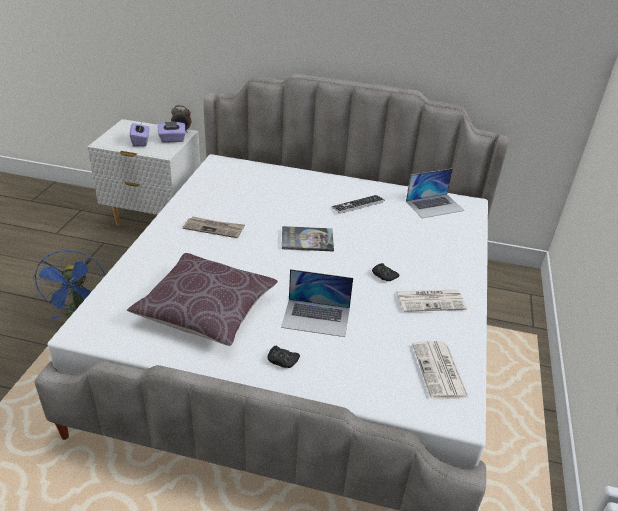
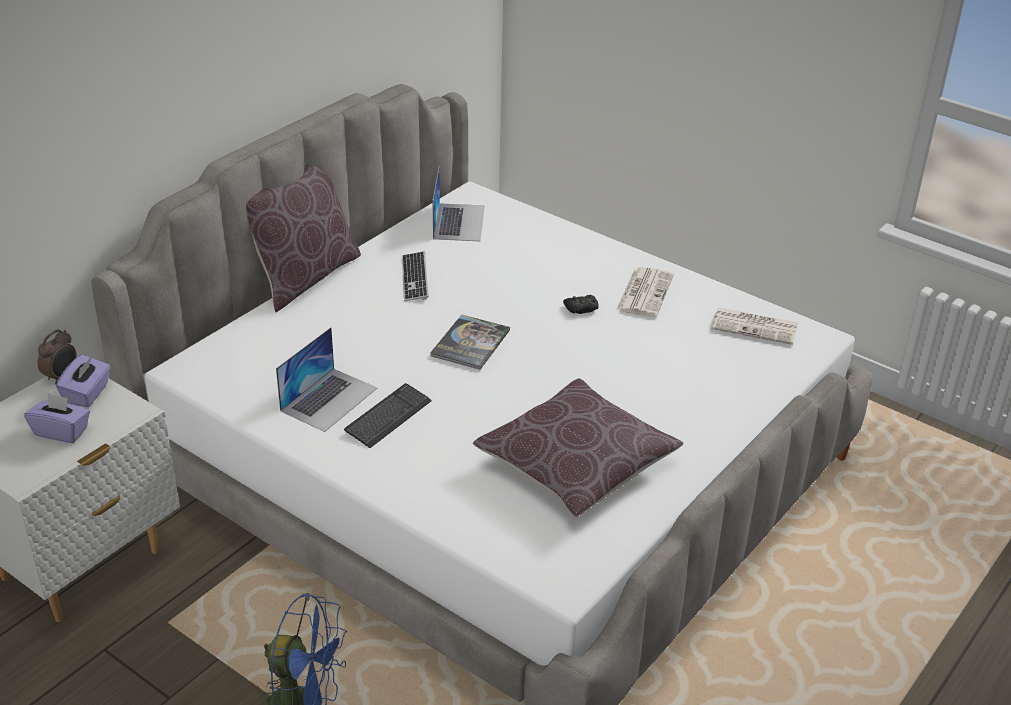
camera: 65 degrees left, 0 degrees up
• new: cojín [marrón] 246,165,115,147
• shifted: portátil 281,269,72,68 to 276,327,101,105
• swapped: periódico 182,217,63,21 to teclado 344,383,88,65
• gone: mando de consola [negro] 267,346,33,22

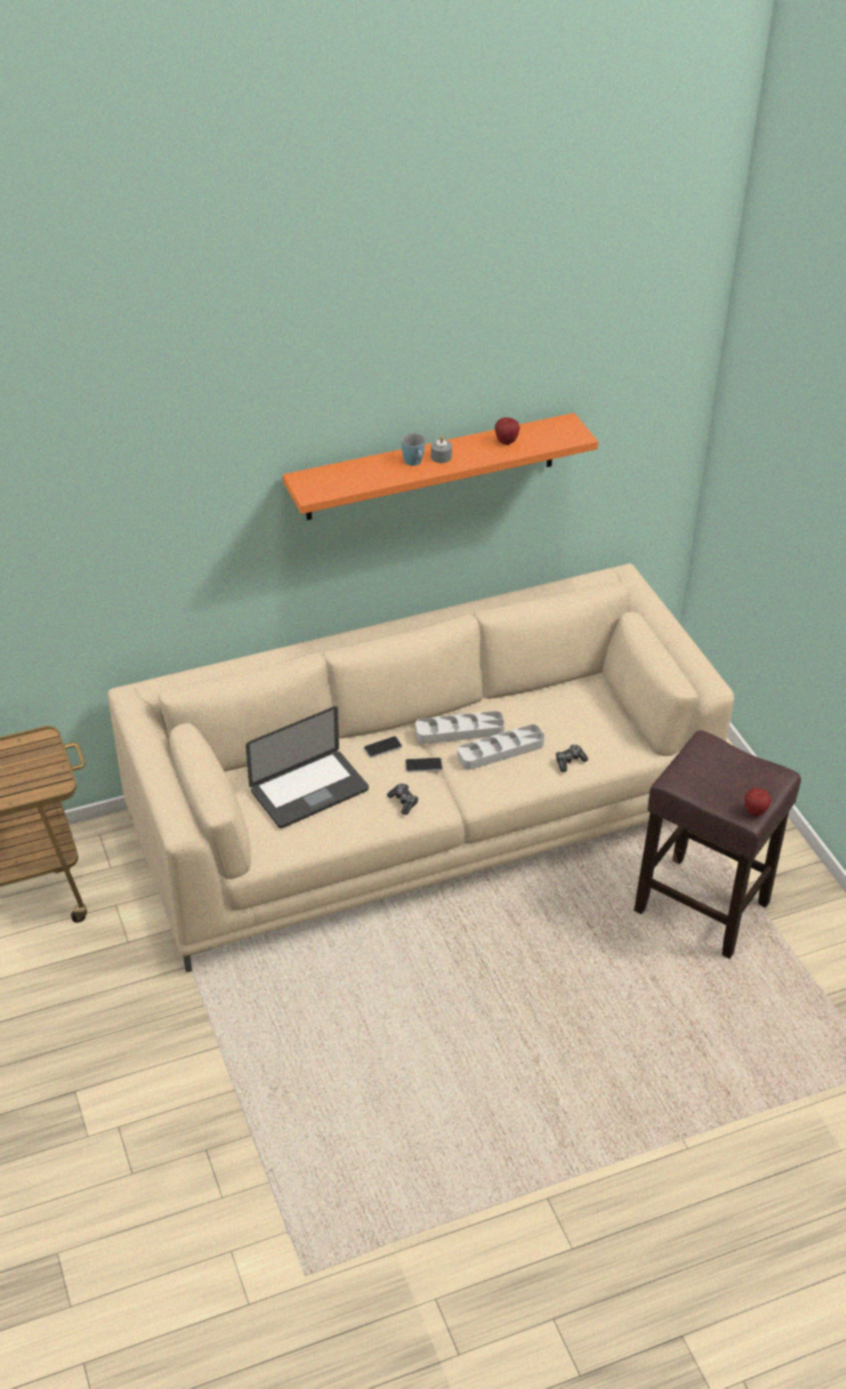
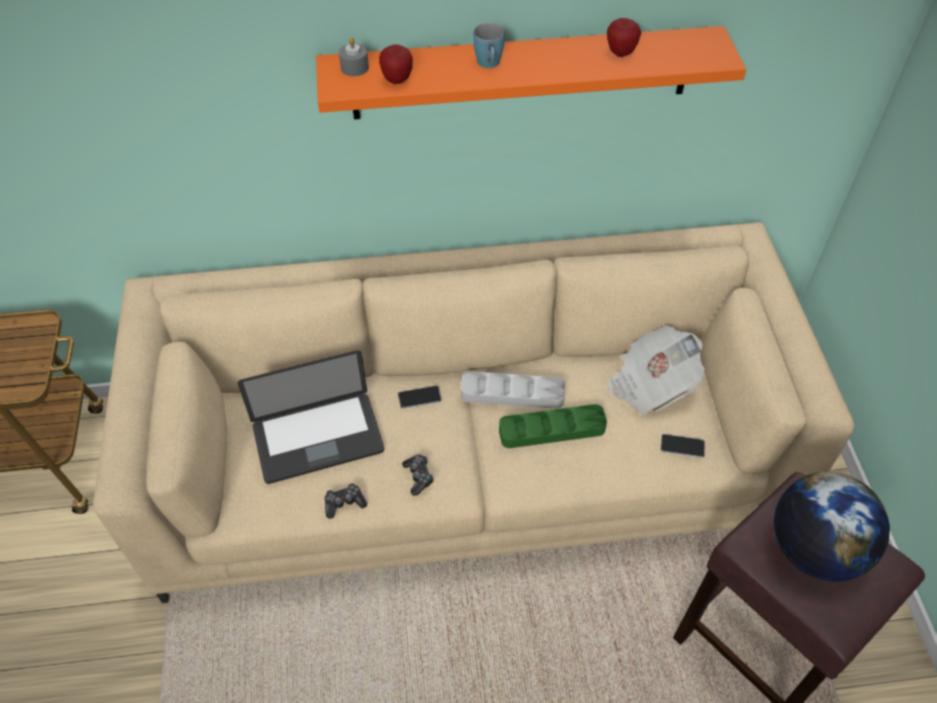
camera: 15 degrees right, 10 degrees up
• shifted: mando de consola 556,745,32,27 to 325,483,42,36
• shifted: vela [gris] 431,436,21,27 to 339,38,30,38
• shifted: manzana 745,788,26,28 to 379,44,34,40
• repainted: bandeja [gris] 457,724,88,46 to bandeja [verde] 499,404,108,44
• new: periódico 607,326,98,90
• shifted: móvil 405,758,38,14 to 661,434,44,24
• new: globo terráqueo 774,472,116,110

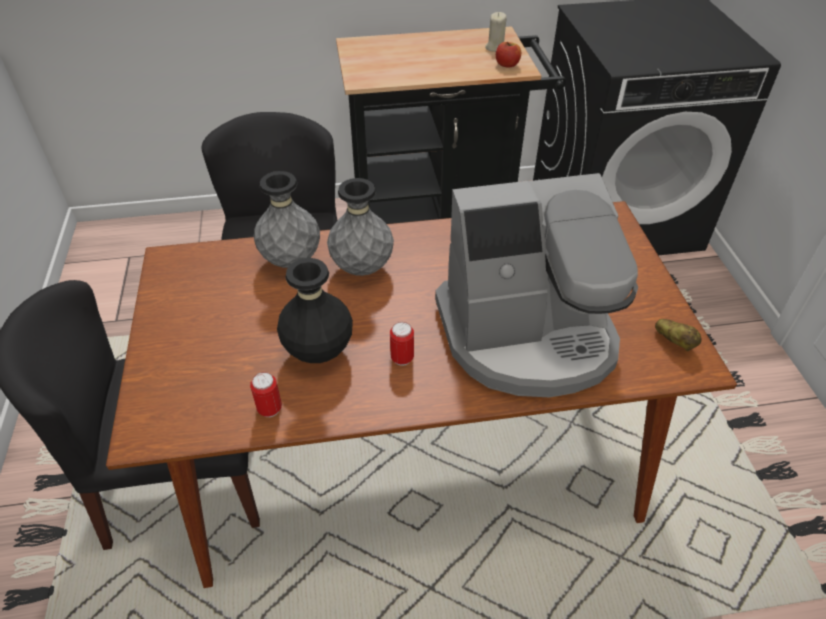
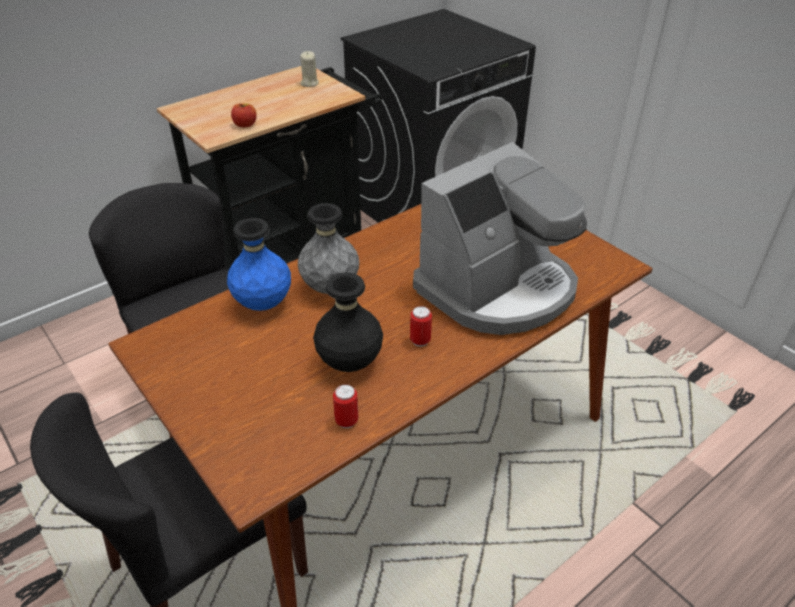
camera: 30 degrees left, 5 degrees down
• repainted: florero [gris] 254,171,66,97 to florero [azul] 227,218,64,93
• shifted: manzana 496,42,25,26 to 231,103,26,24
• gone: patata 655,319,47,32

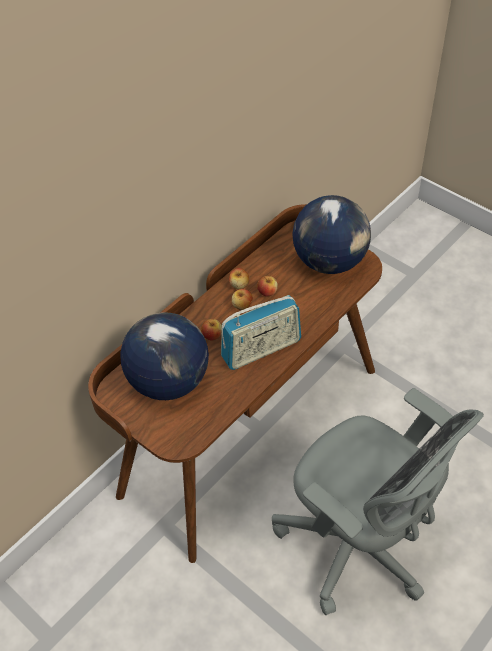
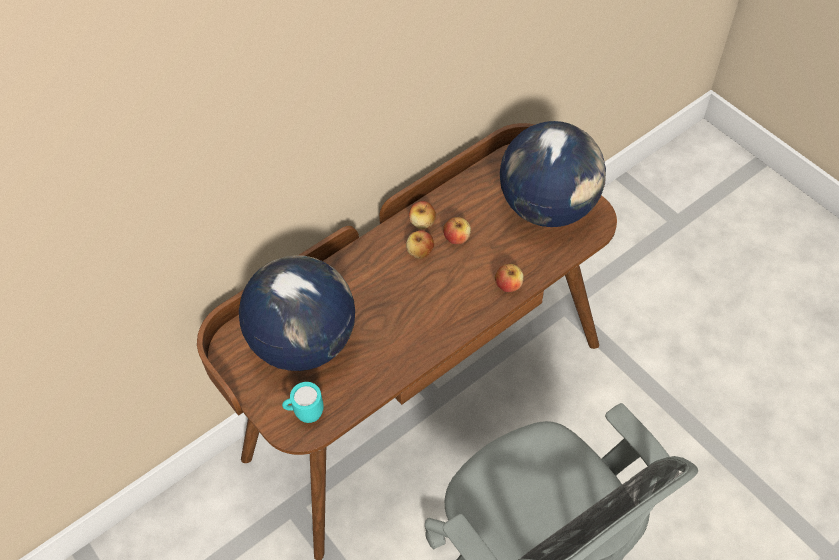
camera: 10 degrees right, 5 degrees up
• new: taza grande [turquesa] 282,382,42,41
• shifted: manzana 201,319,21,22 to 495,264,29,28
• gone: radio 221,295,80,75

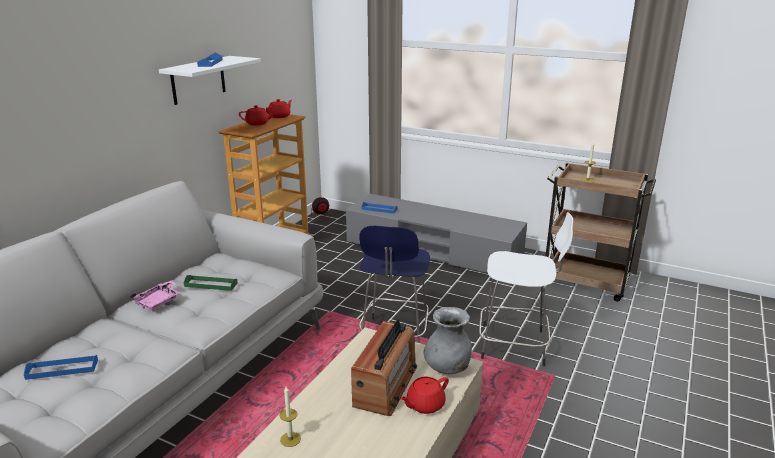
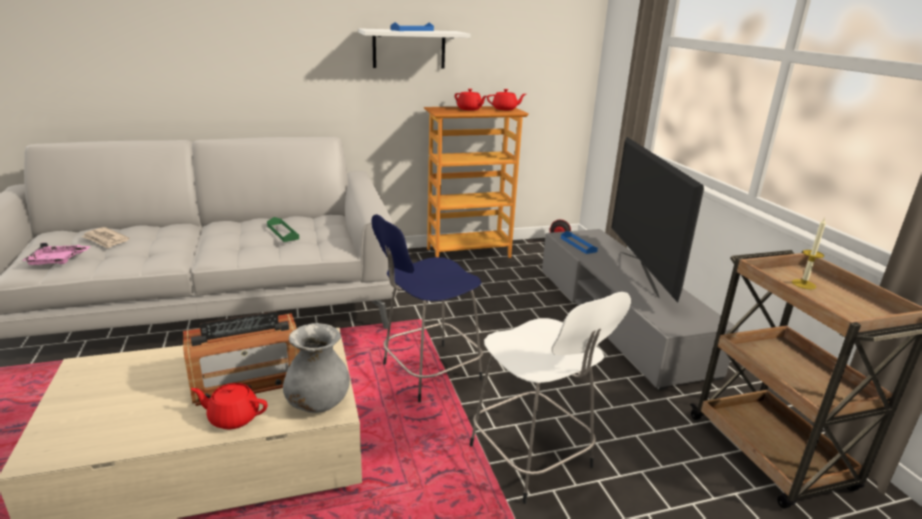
camera: 45 degrees right, 0 degrees up
• shifted: bandeja [rosa] 130,281,51,29 to 22,243,69,22
• swapped: bandeja [azul] 24,355,74,25 to periódico 82,227,48,22
• new: televisor 611,137,93,165
• gone: vela 280,386,21,61

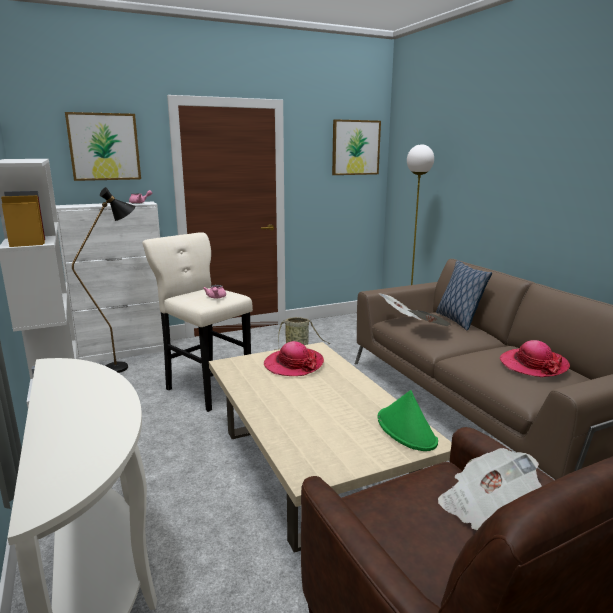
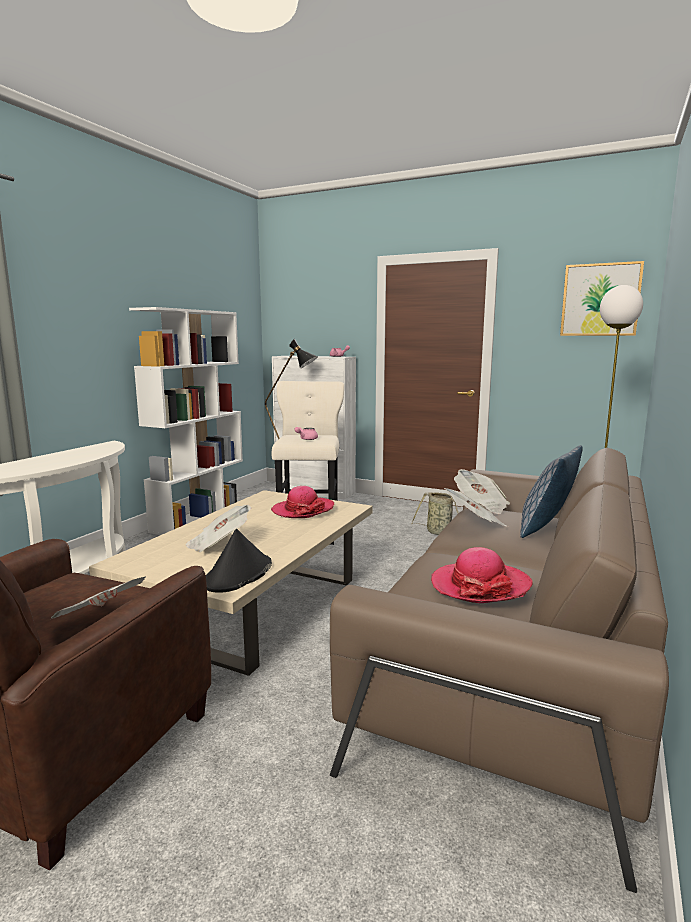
camera: 50 degrees right, 5 degrees down
• new: periódico 185,505,67,47
• repainted: sombrero [verde] 377,390,61,61 to sombrero [negro] 206,529,66,64
• gone: cuadro 65,112,76,69

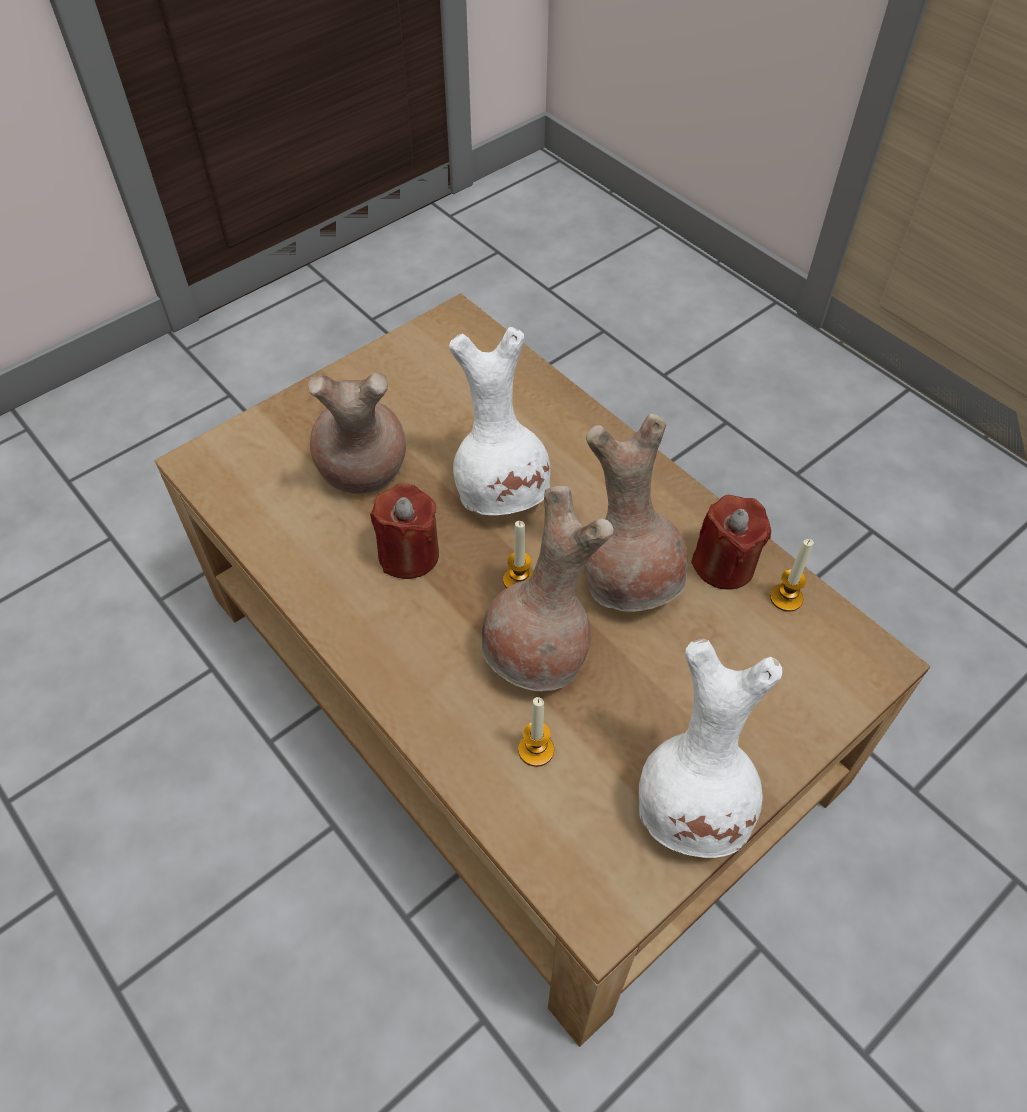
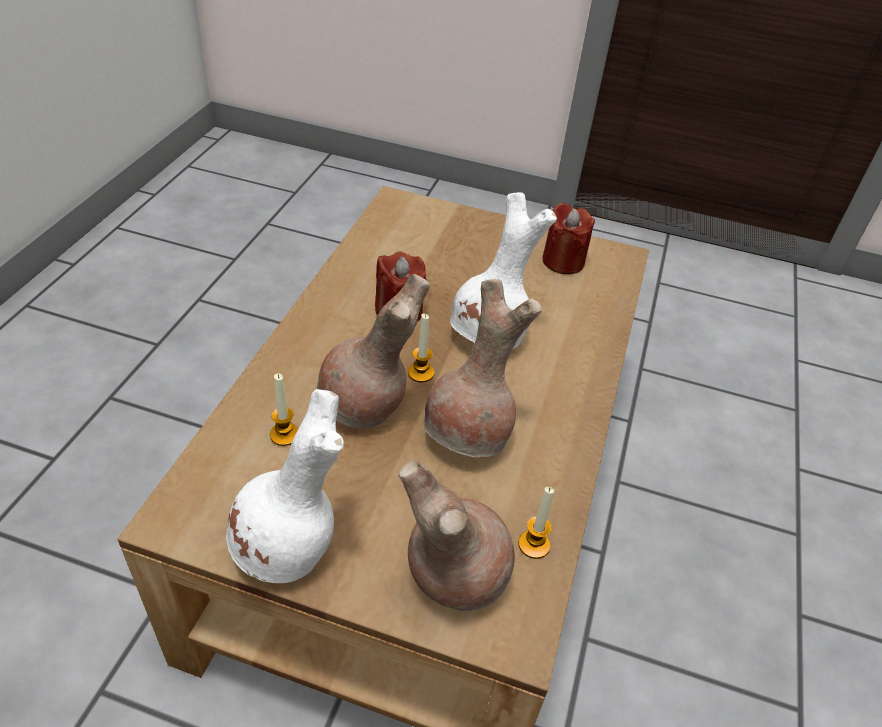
camera: 55 degrees right, 10 degrees down
• shifted: florero [marrón] 308,372,98,122 to 398,460,117,151
• shifted: vela [rojo] 691,495,80,95 to 543,202,52,72

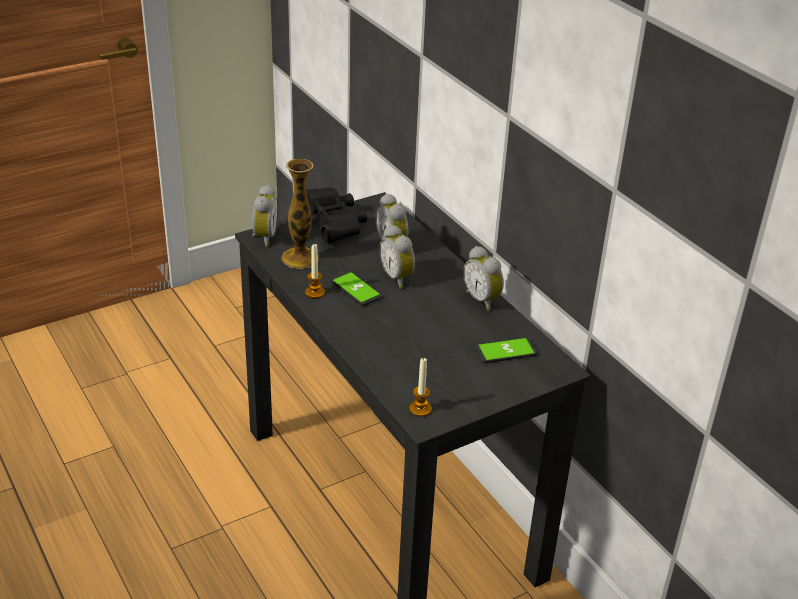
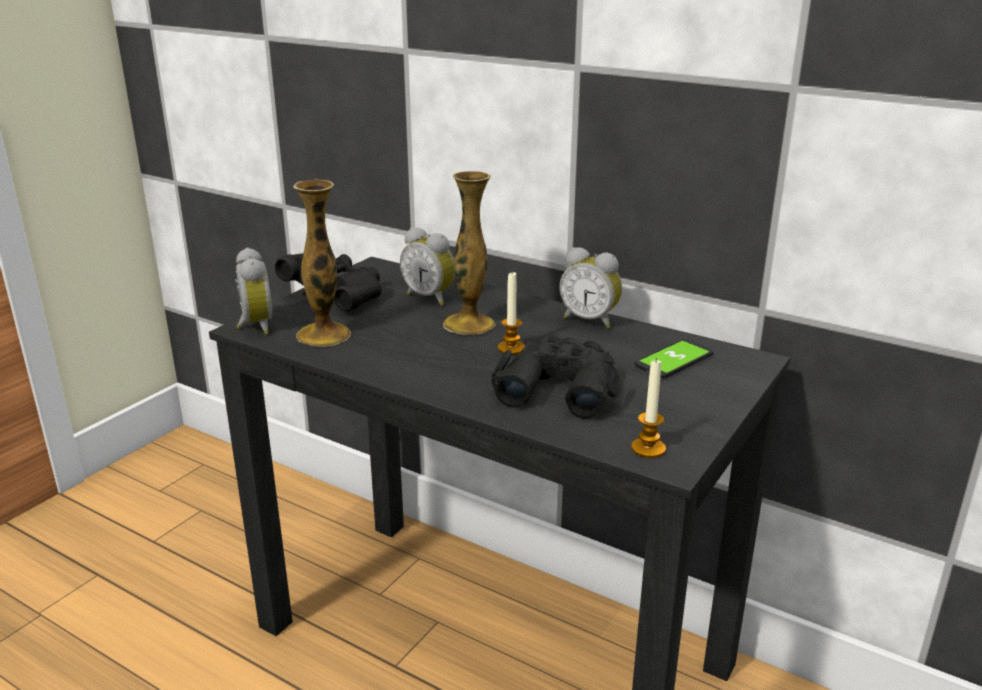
camera: 25 degrees left, 10 degrees down
• swapped: despertador 379,225,36,64 to florero 443,171,53,164
• new: prismáticos [negro] 491,336,130,83
• shifted: vela 305,244,20,54 to 498,272,27,83
• gone: móvil 330,271,53,35

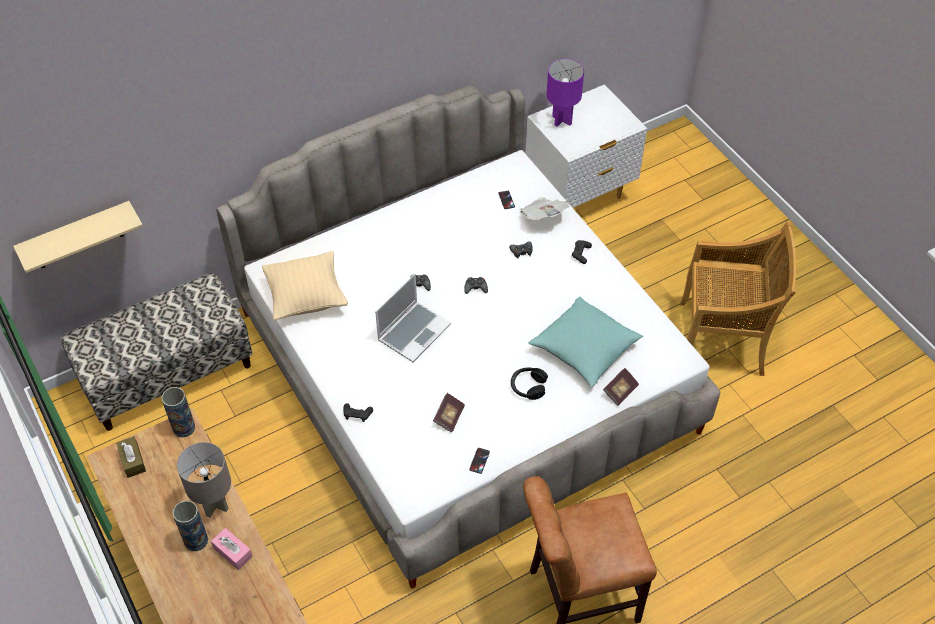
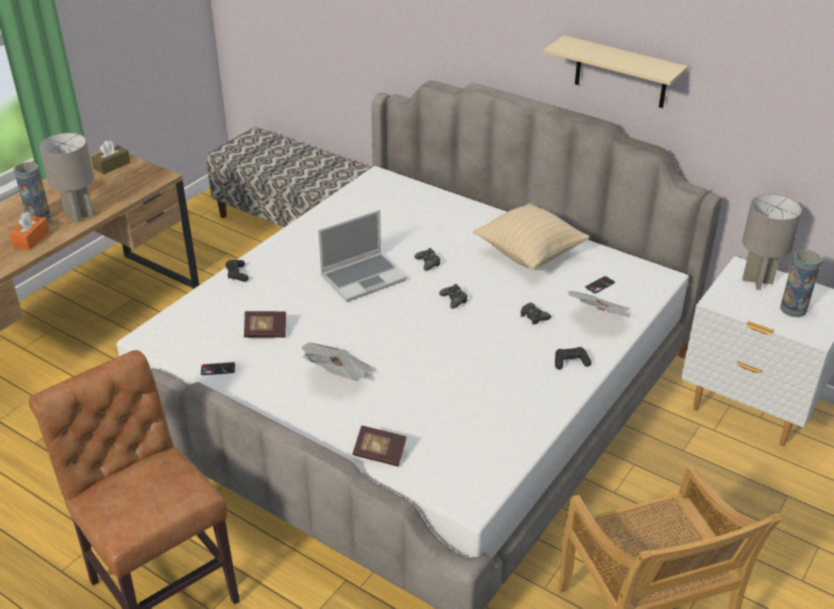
camera: 65 degrees right, 15 degrees down
• repainted: caja de pañuelos [rosa] 211,528,42,42 to caja de pañuelos [naranja] 9,212,40,38
• swapped: auriculares [negro] 511,368,37,32 to periódico 302,343,74,38
• rotated: portátil 375,273,76,89 = 318,210,89,92 45 degrees counterclockwise
• shifted: cojín [beis] 262,251,86,70 to 473,203,117,67
• shifted: estante [beis] 13,201,130,72 to 544,35,144,73
• repainted: lámpara de mesa [morado] 546,59,38,68 to lámpara de mesa [gris] 742,194,60,96
• shifted: florero 162,387,33,51 to 780,250,42,67
• gone: cojín [turquesa] 529,297,114,90

